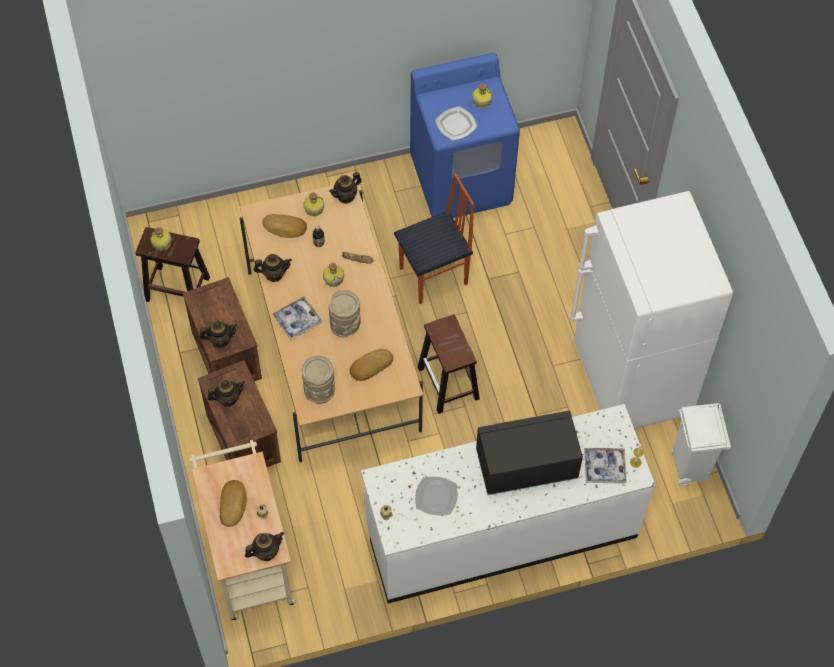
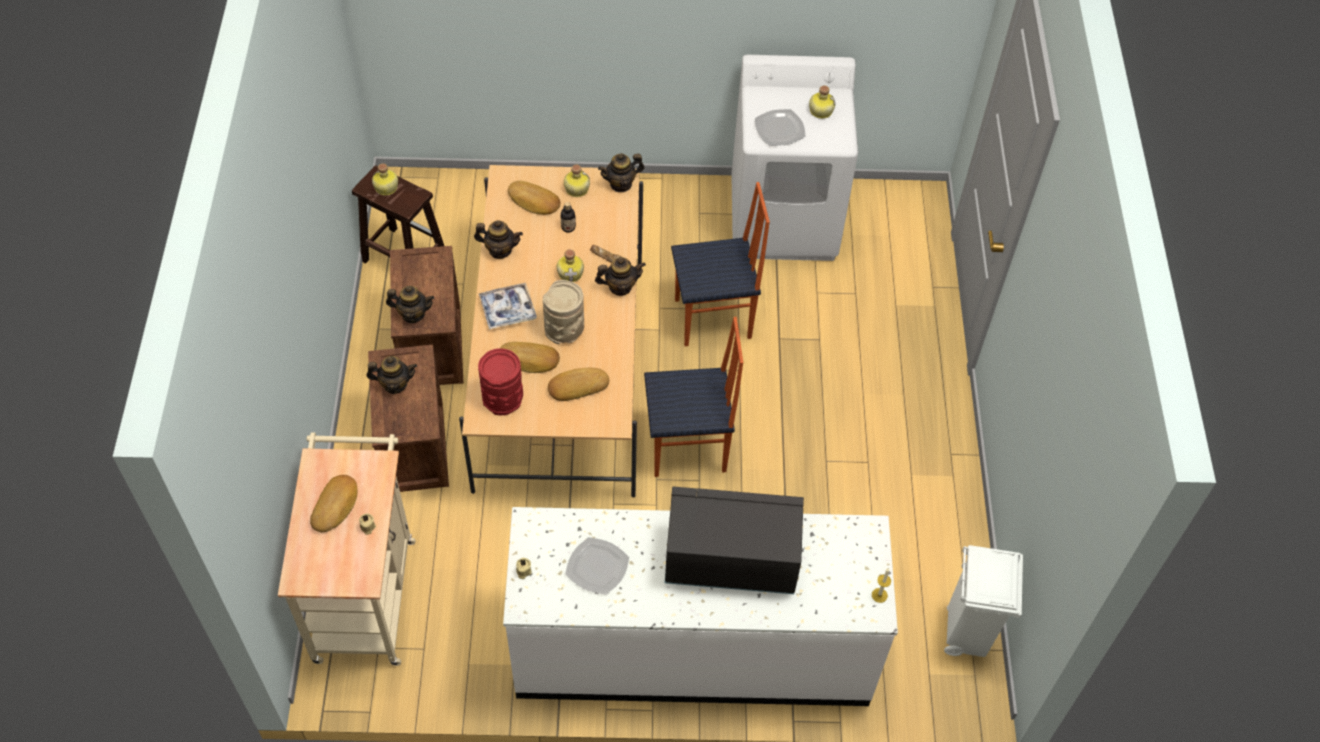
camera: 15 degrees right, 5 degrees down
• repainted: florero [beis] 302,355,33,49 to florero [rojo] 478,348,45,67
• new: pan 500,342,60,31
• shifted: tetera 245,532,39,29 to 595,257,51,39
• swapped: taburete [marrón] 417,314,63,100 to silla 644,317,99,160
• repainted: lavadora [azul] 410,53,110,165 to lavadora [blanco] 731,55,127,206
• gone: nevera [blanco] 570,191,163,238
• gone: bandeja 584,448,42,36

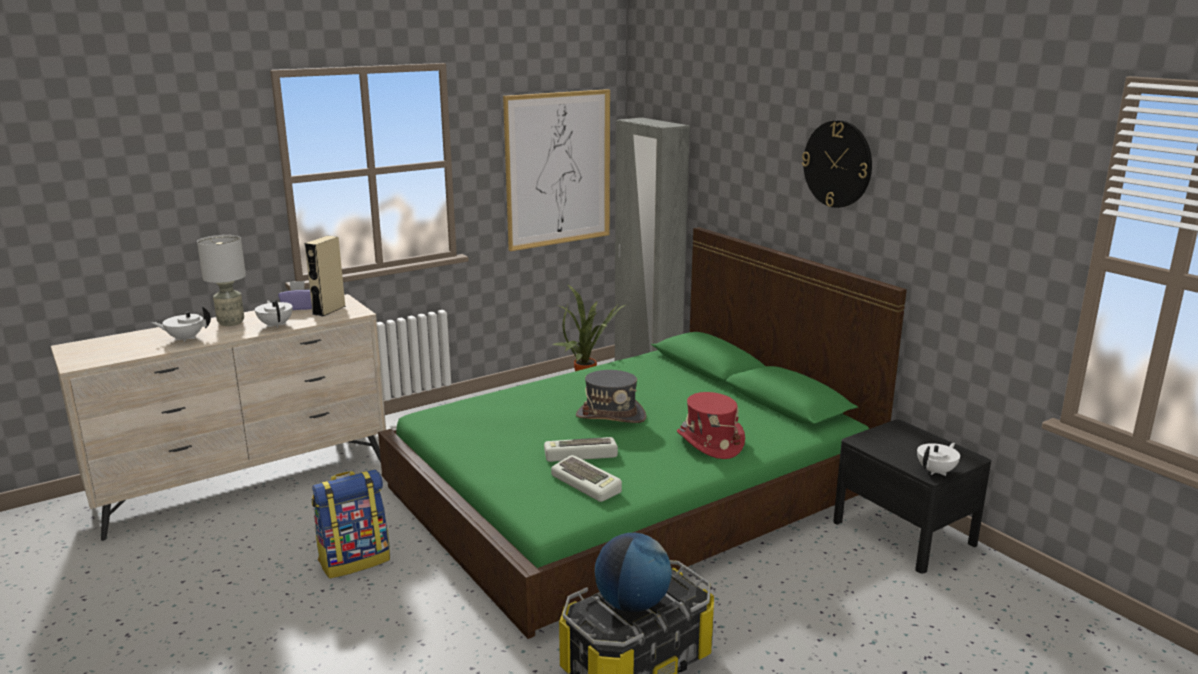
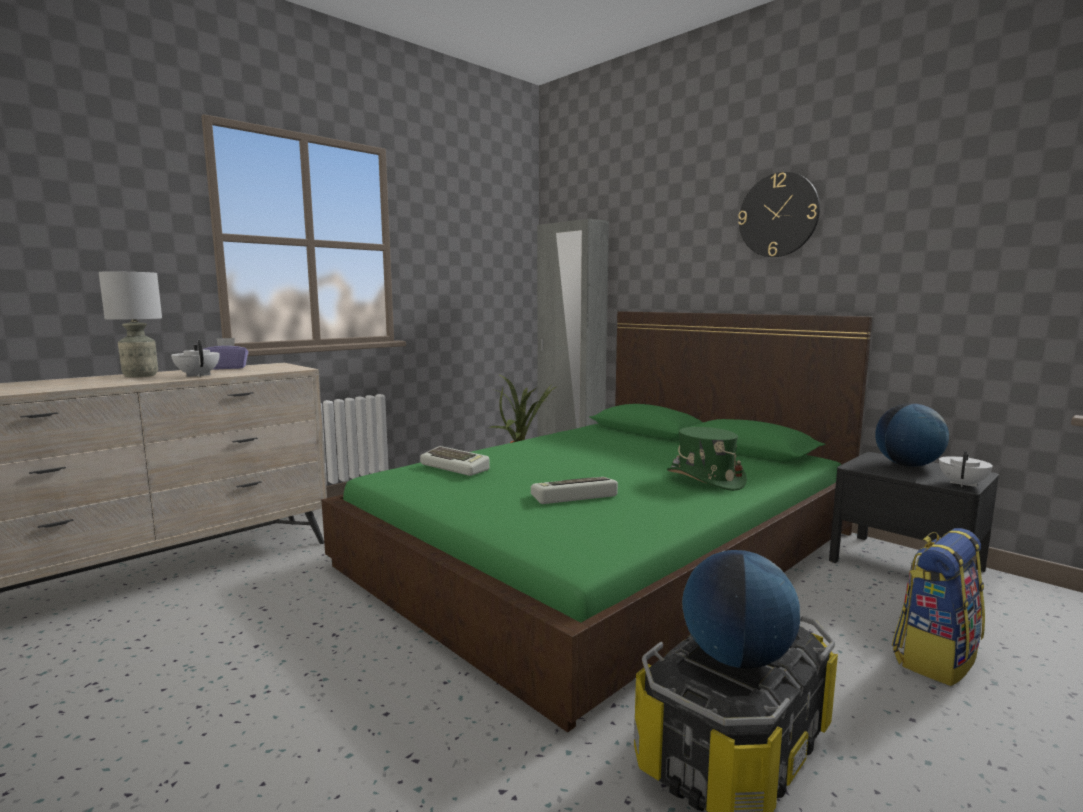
camera: 10 degrees left, 10 degrees down
• shifted: teclado 551,455,71,47 to 420,446,70,30
• repainted: sombrero [rojo] 677,392,68,67 to sombrero [verde] 667,427,80,64
• new: globo terráqueo 875,403,74,64
• shifted: mochila 312,469,78,110 to 892,528,93,158
• gone: tetera [blanco] 151,306,60,36
• gone: altavoz [beis] 305,235,41,81
• gone: cuadro 503,89,107,162
• gone: sombrero [gris] 576,370,70,53

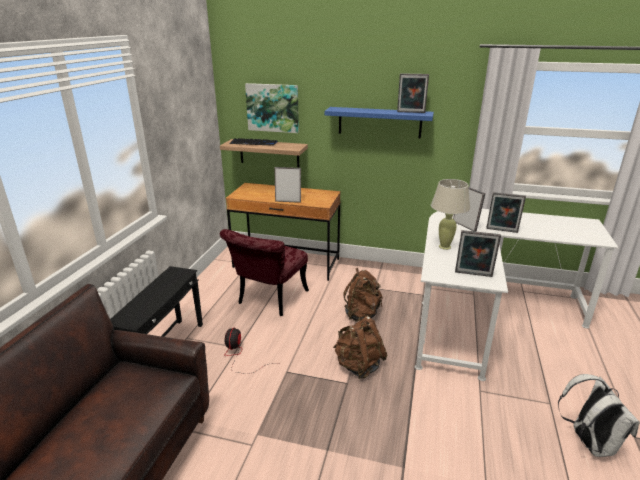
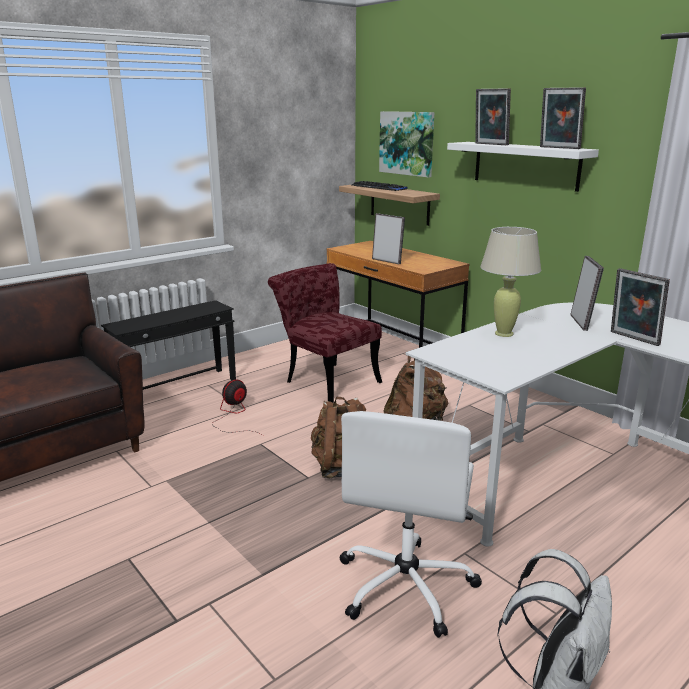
camera: 35 degrees right, 5 degrees down
• rotated: silla [rojo] 220,229,89,87 = 268,263,114,140 75 degrees clockwise
• new: silla de oficina [blanco] 339,411,143,227
• repainted: estante [azul] 325,107,109,31 to estante [blanco] 447,142,152,50
• shifted: portarretratos 455,230,46,47 to 475,88,36,57

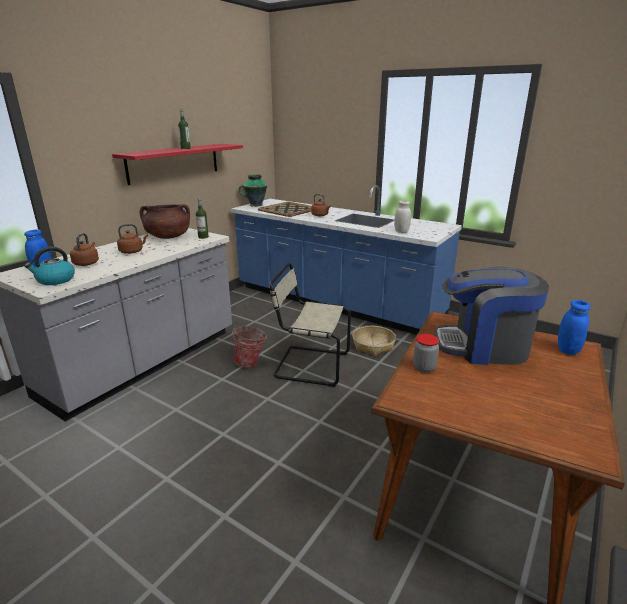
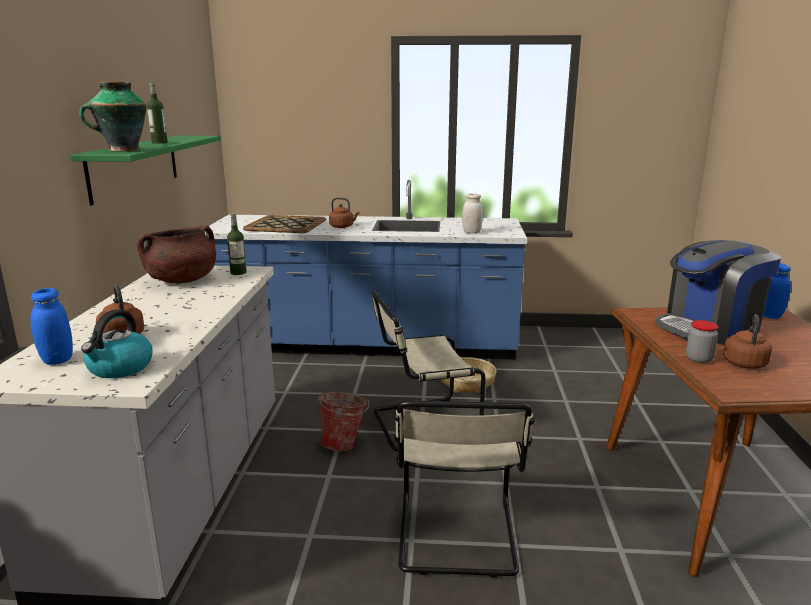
camera: 30 degrees left, 5 degrees down
• repainted: estante [rojo] 112,144,131,41 to estante [verde] 70,136,151,70
• shifted: florero 239,174,28,33 to 79,82,67,70
• new: silla [beis] 394,400,141,178
• shifted: hervidor [marrón] 117,224,31,30 to 723,314,49,55

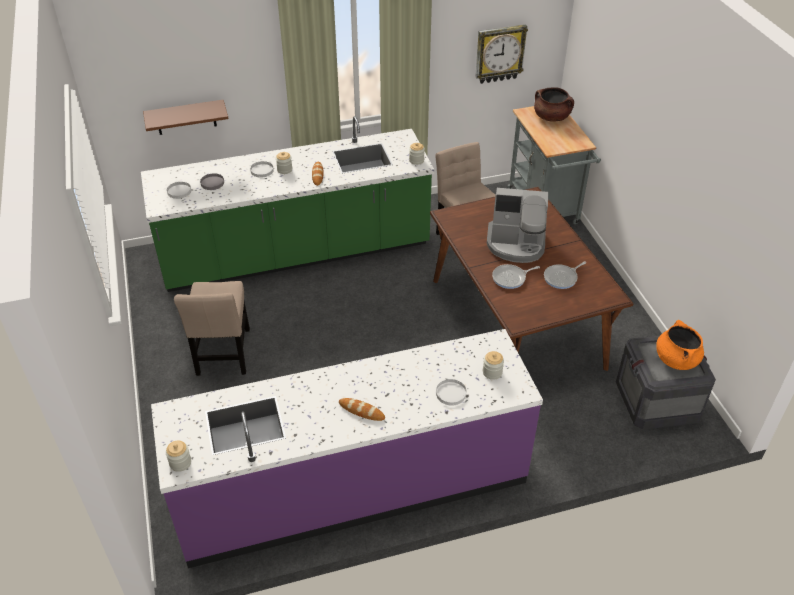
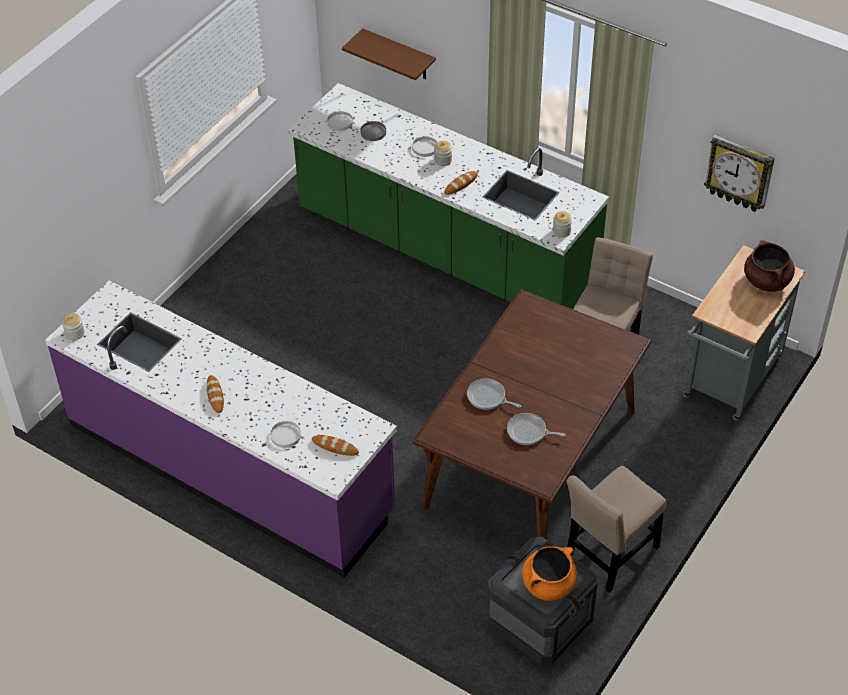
camera: 50 degrees right, 5 degrees up
• swapped: tarro 483,351,21,29 to pan 312,435,47,21
• shifted: silla [beis] 174,281,76,95 to 567,466,99,126
• gone: cafetera 487,188,62,75

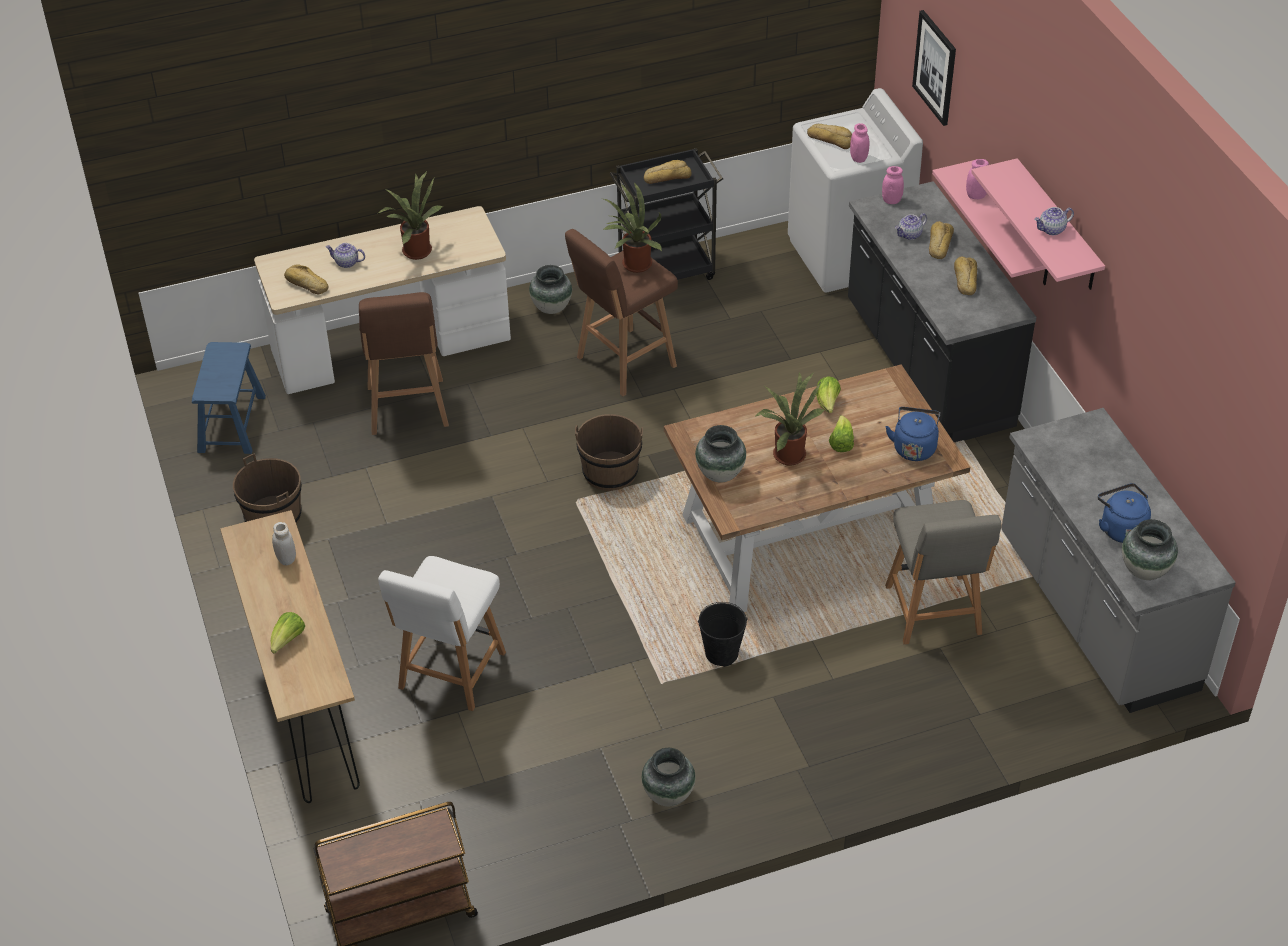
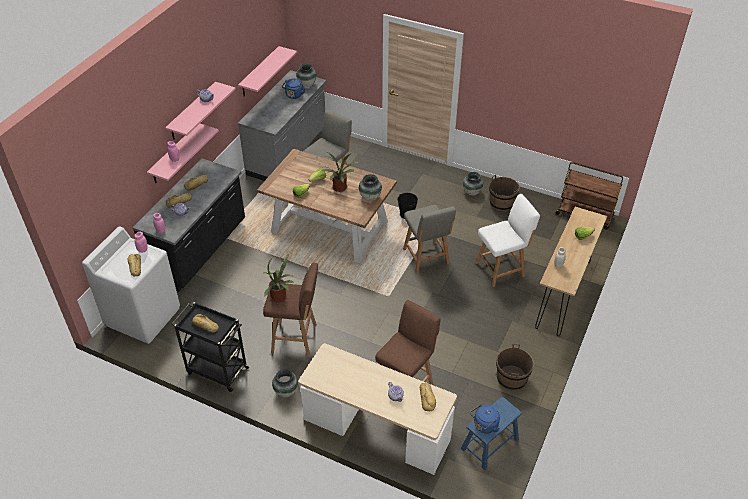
camera: 135 degrees left, 0 degrees up
• new: estante [rosa] 238,46,59,50
• new: silla [gris] 403,205,53,68
• shifted: hervidor [azul] 885,407,55,54 to 470,405,30,29
• shifted: cubo [marrón] 575,414,68,77 to 489,175,31,36
• gone: planta en maceta 379,171,64,89
• gone: cuadro 912,10,44,116

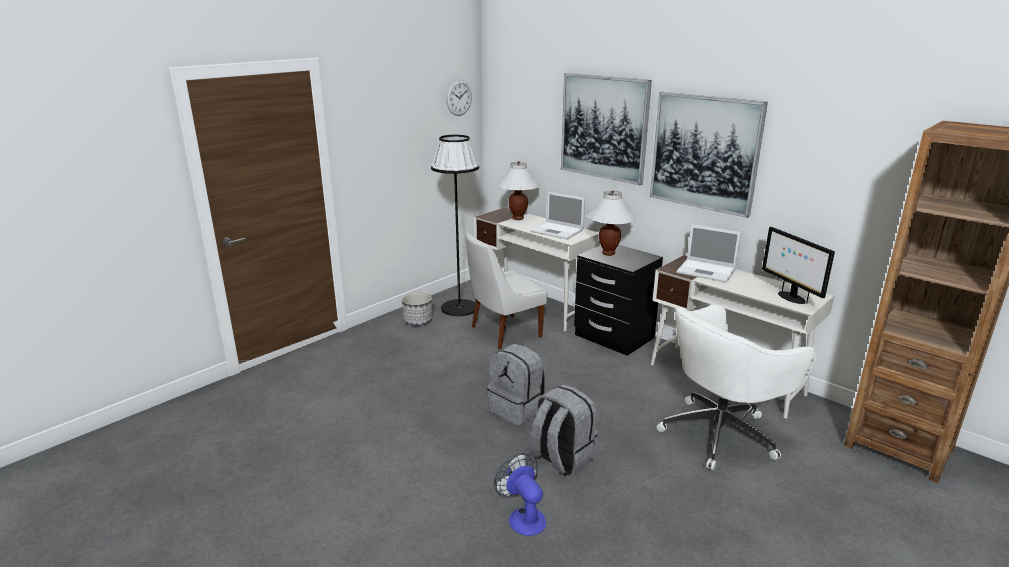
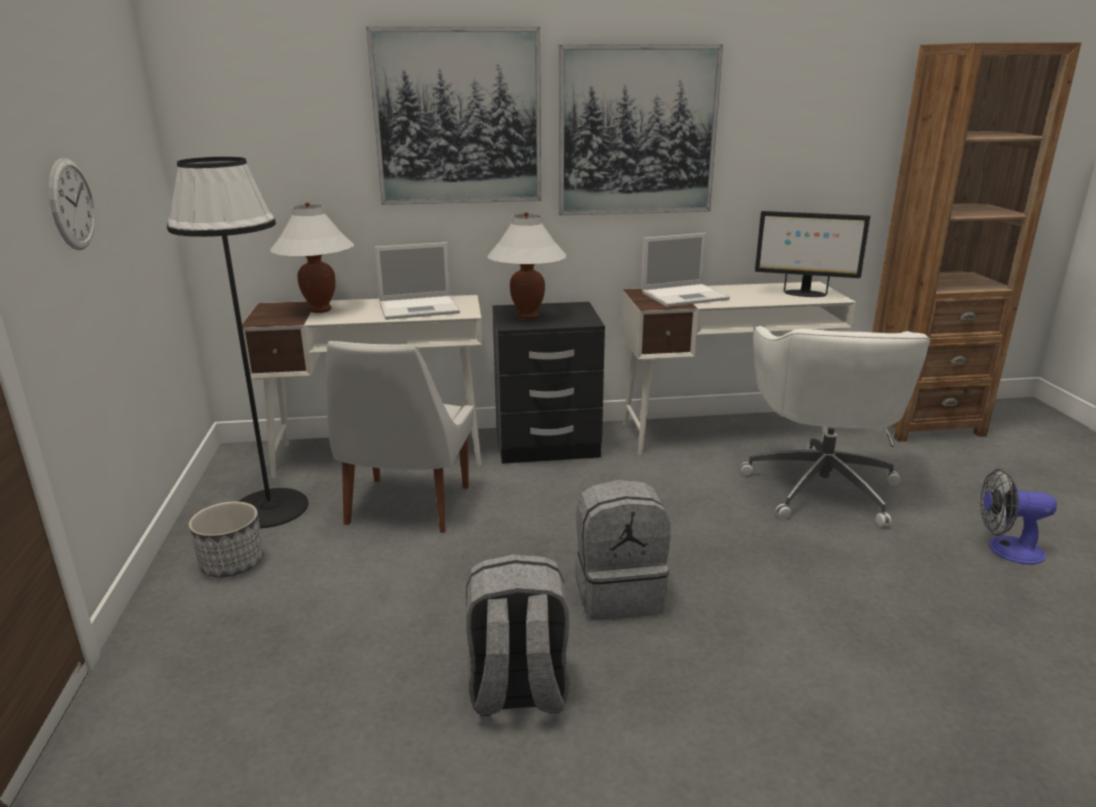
camera: 50 degrees left, 0 degrees up
• shifted: reloj de pared 446,80,26,36 to 49,158,46,92
• shifted: mochila [gris] 530,384,67,92 to 466,554,104,162
• shifted: ventilador 494,453,52,83 to 980,469,77,95

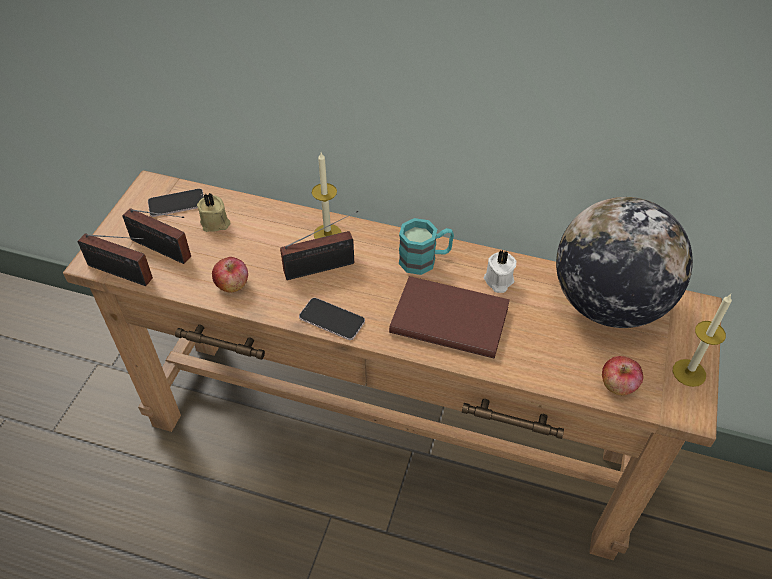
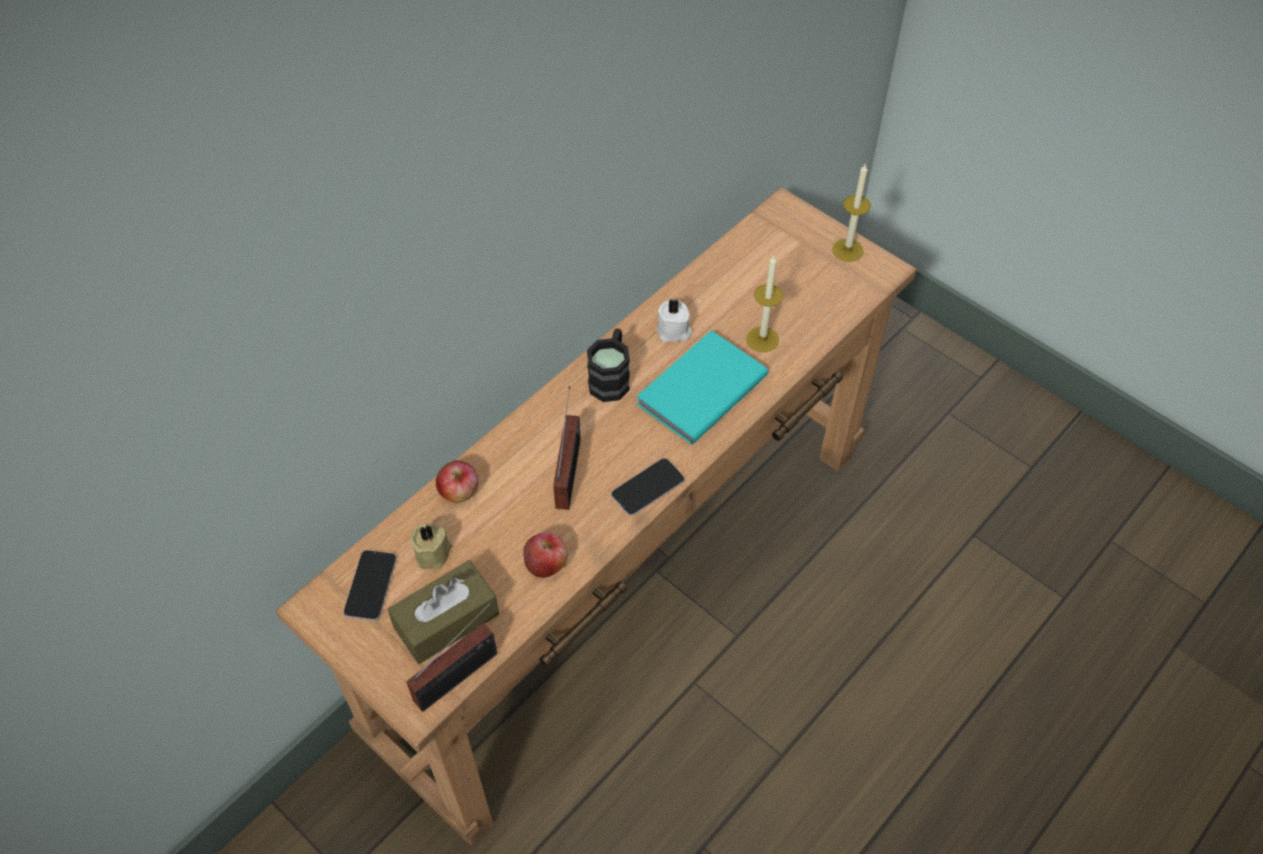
camera: 65 degrees left, 5 degrees up
• swapped: radio 122,208,69,56 to caja de pañuelos [marrón] 388,560,111,104
• shifted: manzana 602,356,41,39 to 436,460,42,43
• repainted: taza grande [turquesa] 399,218,55,57 to taza grande [negro] 587,329,43,73
• repainted: libro [marrón] 389,276,121,83 to libro [turquesa] 636,330,132,115
• shifted: vela 312,152,30,87 to 746,255,37,97
• gone: globo terráqueo 556,197,137,131

